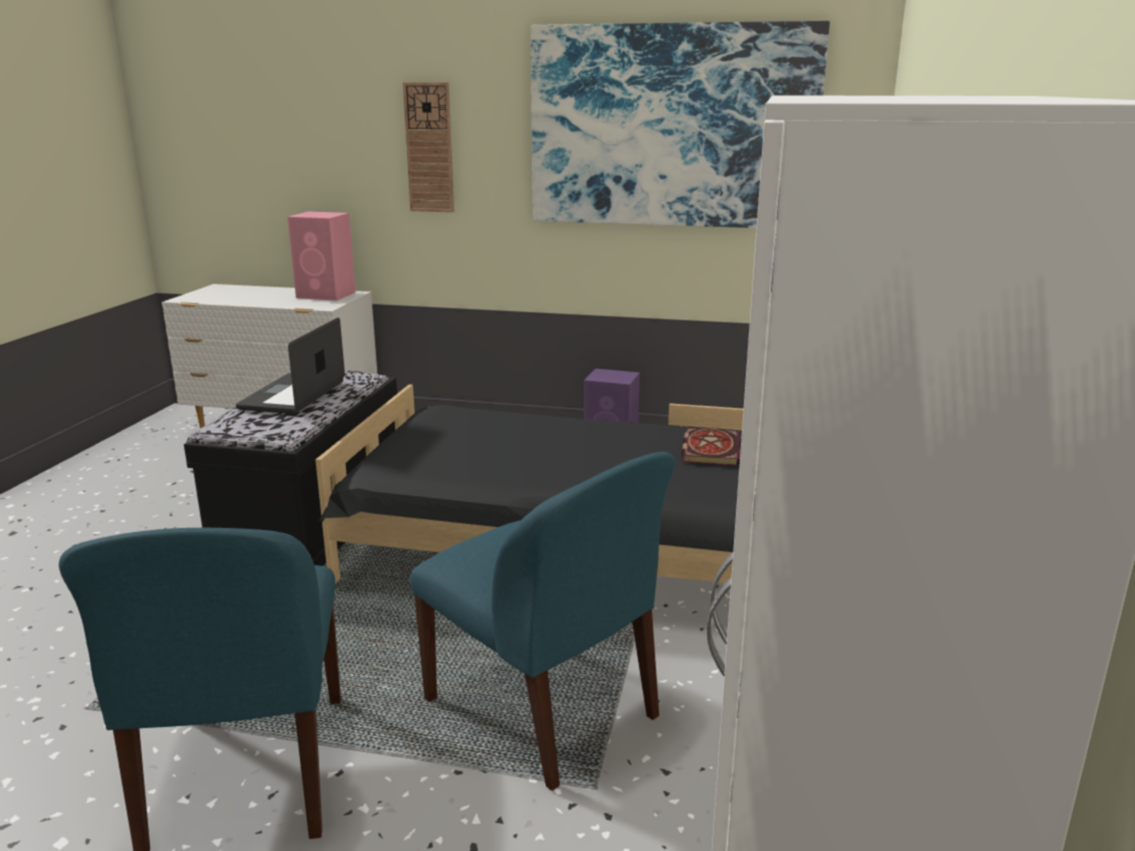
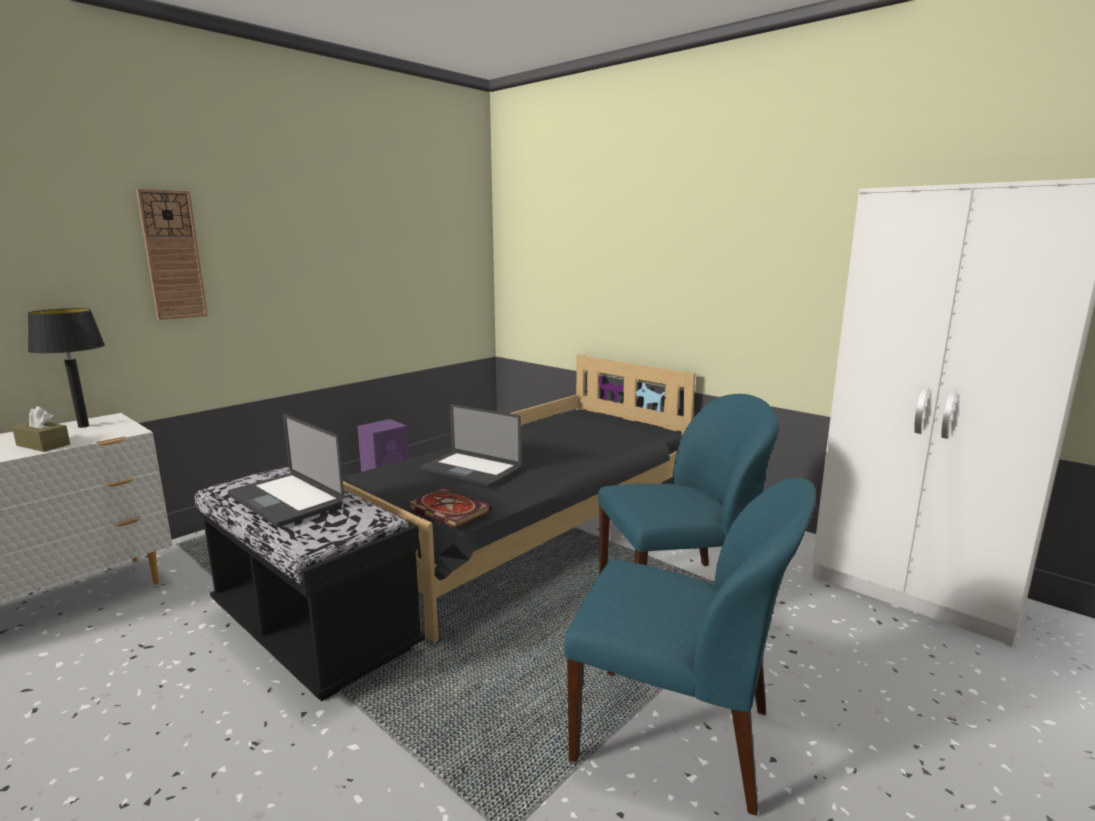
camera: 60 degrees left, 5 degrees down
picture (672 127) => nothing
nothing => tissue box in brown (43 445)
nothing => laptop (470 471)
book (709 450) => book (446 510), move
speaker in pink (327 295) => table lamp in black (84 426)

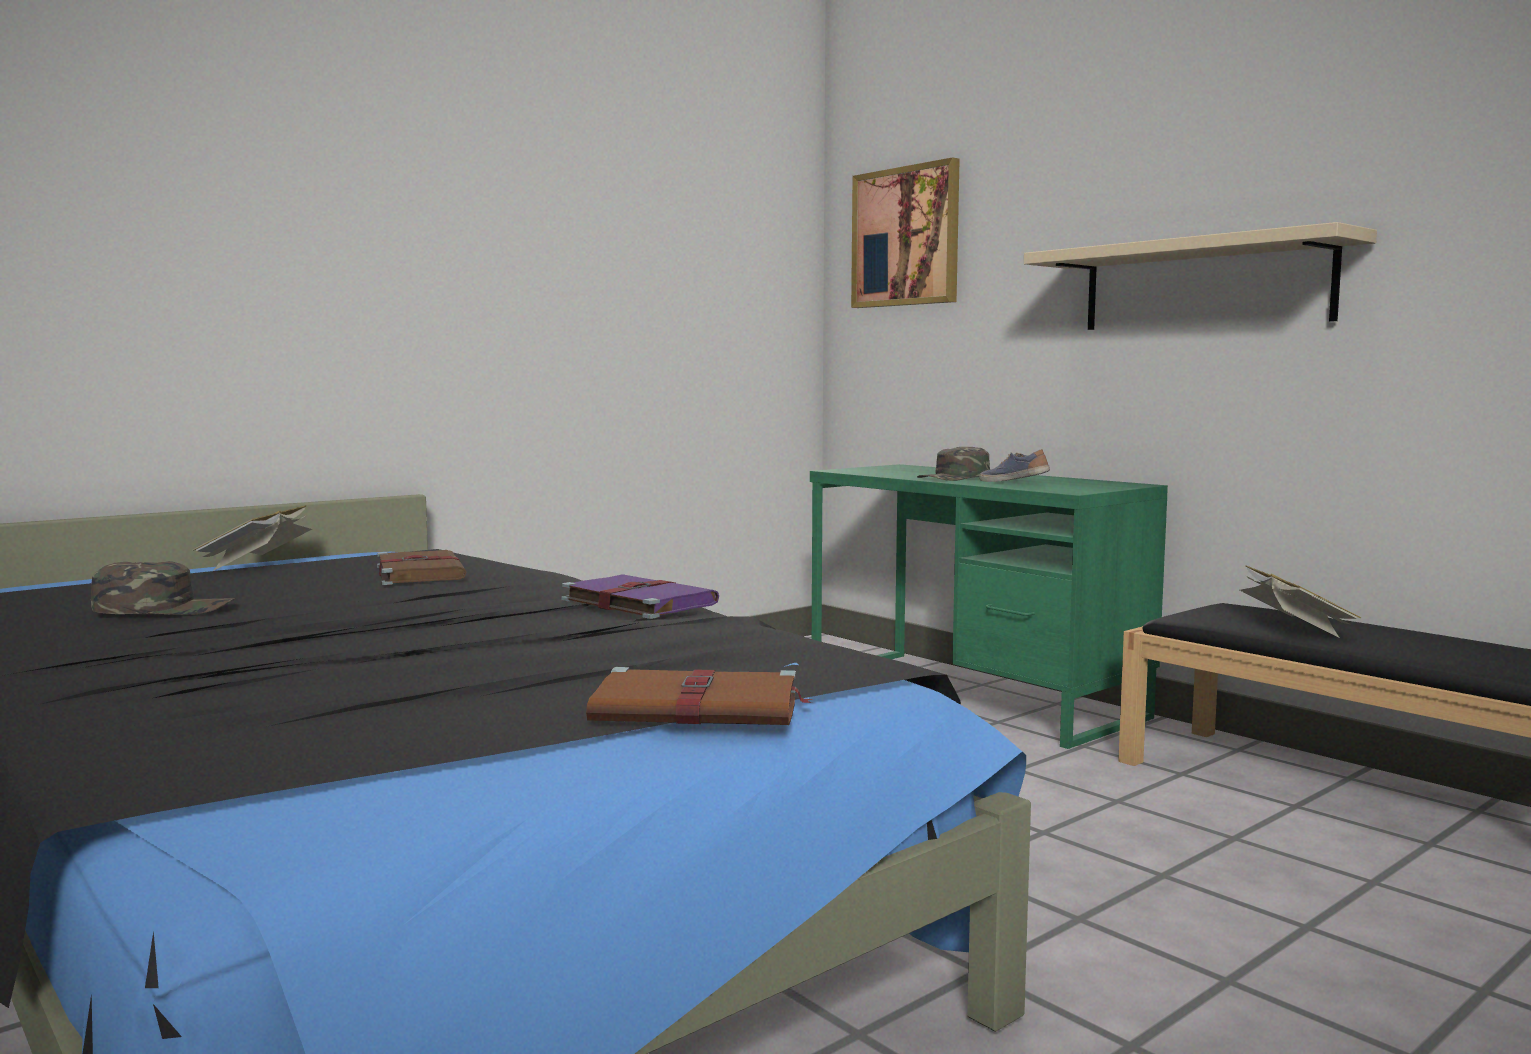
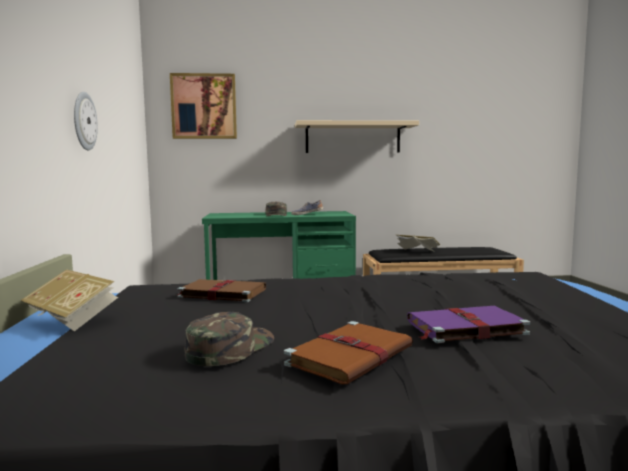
camera: 55 degrees left, 0 degrees up
nothing => wall clock (84 121)
book in purple (636 602) => book in purple (464 327), move
book in brown (700 708) => book in brown (351 355), move

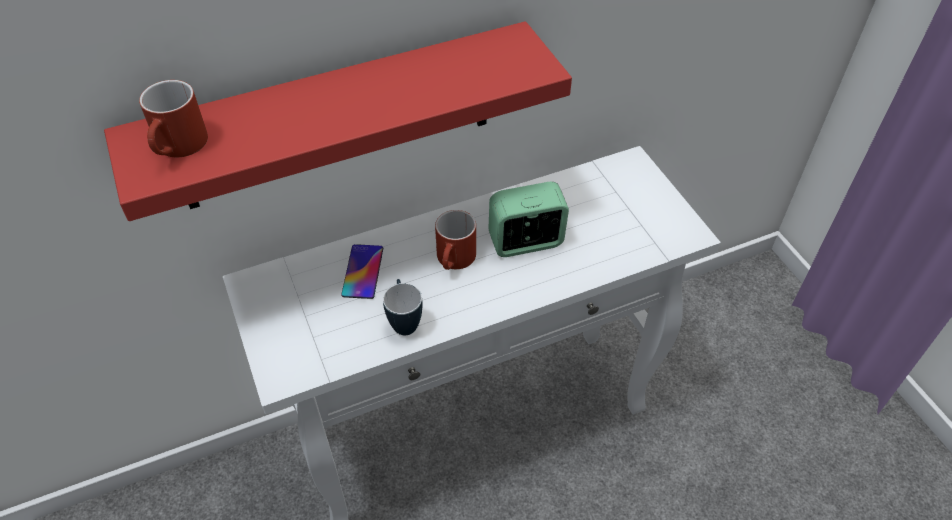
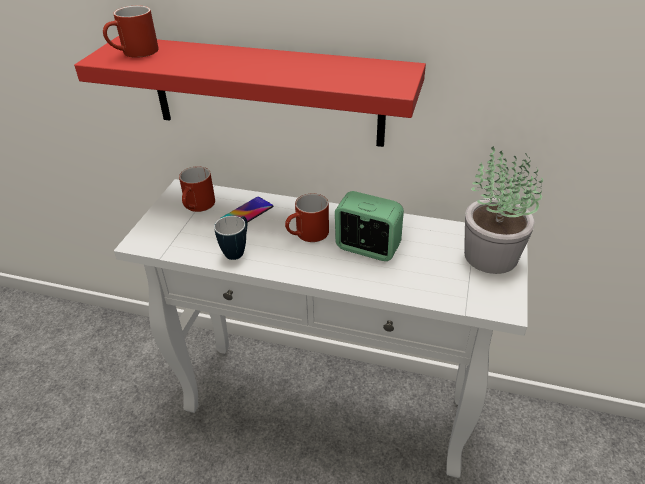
camera: 40 degrees right, 10 degrees down
nothing => mug in red (198 207)
nothing => potted plant (489 256)

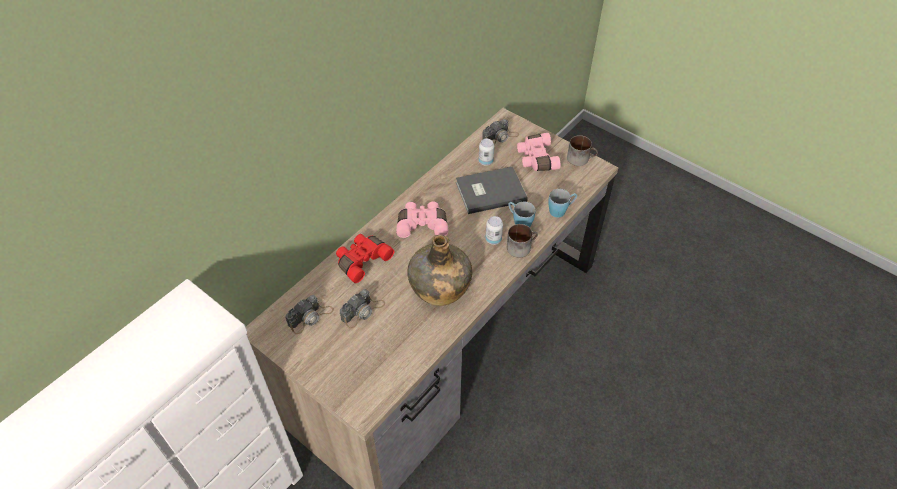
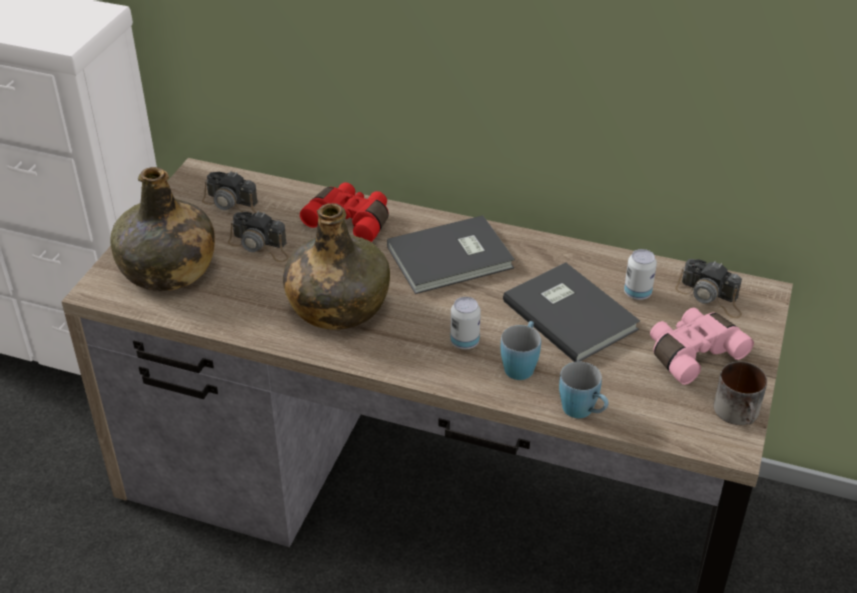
camera: 70 degrees right, 10 degrees down
mug (521 246) => nothing
nothing => bottle in green (168 270)
binoculars in pink (422 224) => book in grey (452 259)

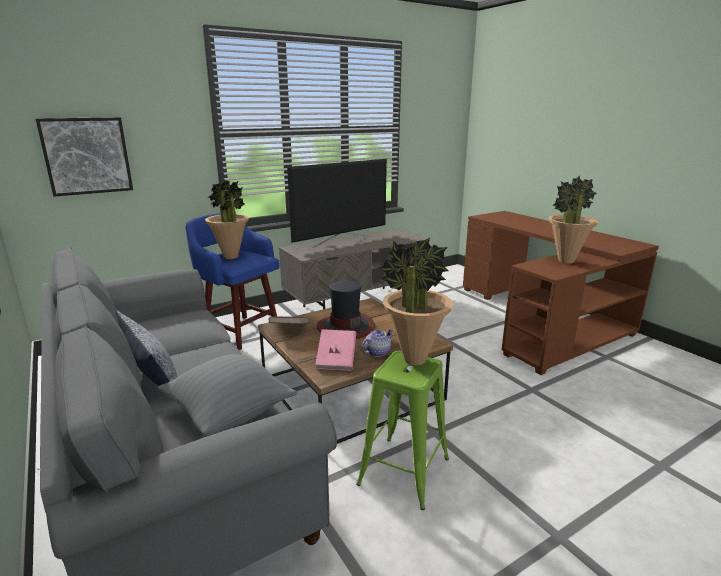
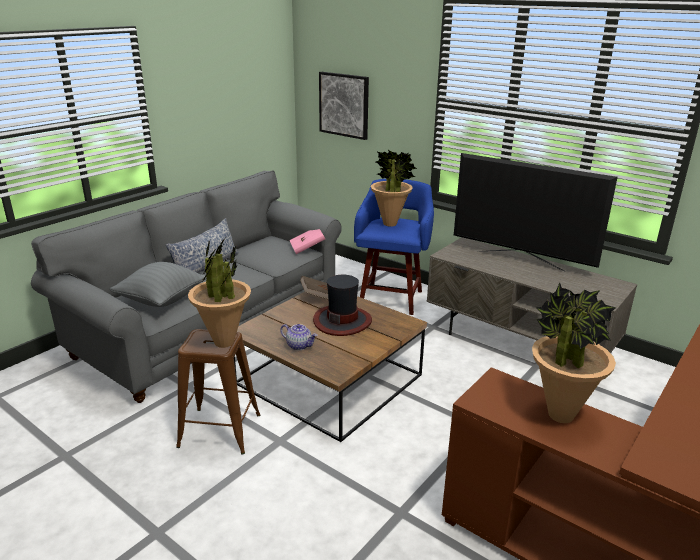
camera: 70 degrees right, 5 degrees up
book in pink (336 360) => book in pink (307 248), move
stool in green (404 471) => stool in brown (220 431)

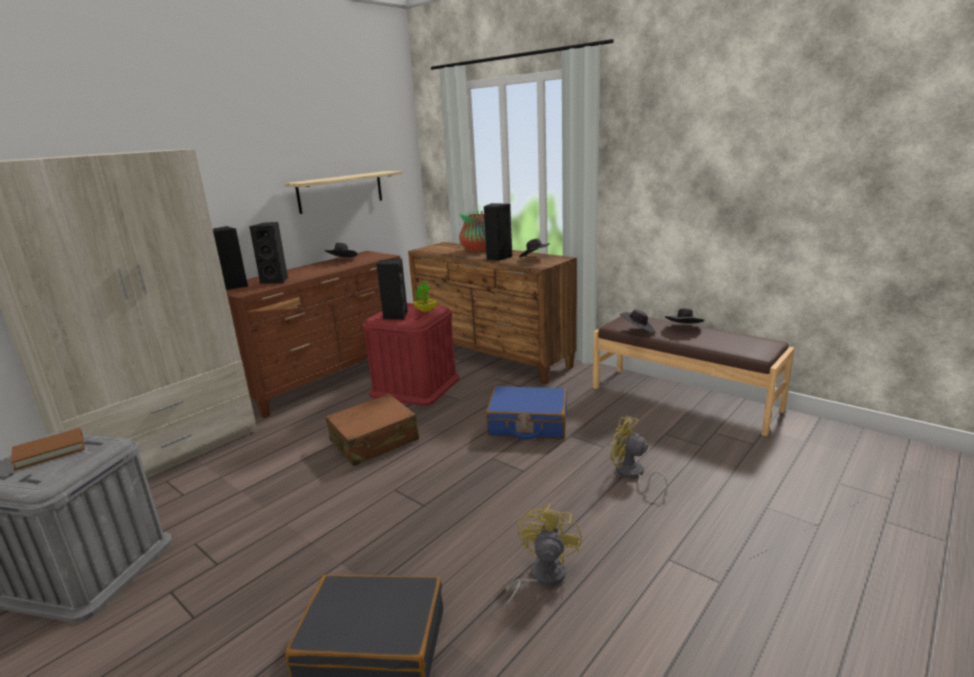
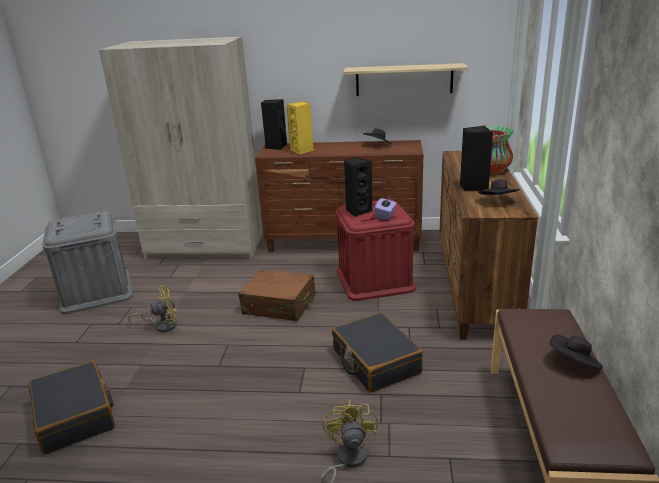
camera: 55 degrees right, 5 degrees up
book in brown (50 451) => nothing
hat in black (638 331) => nothing
fan in yellow (541 577) => fan in yellow (162 325), move
potted plant (425 310) => tissue box in purple (385 216)
speaker in black (276 281) => speaker in yellow (302 150)
suitcase in blue (528 424) => suitcase in black (375 362)

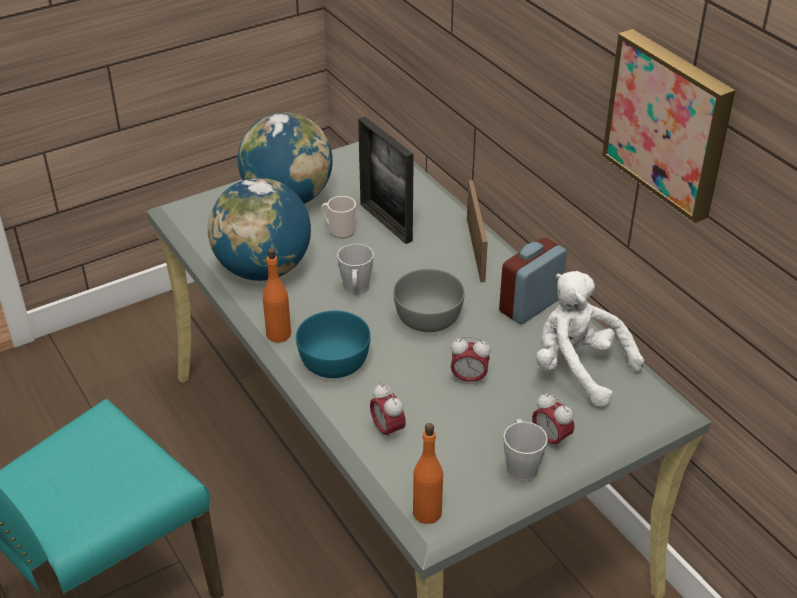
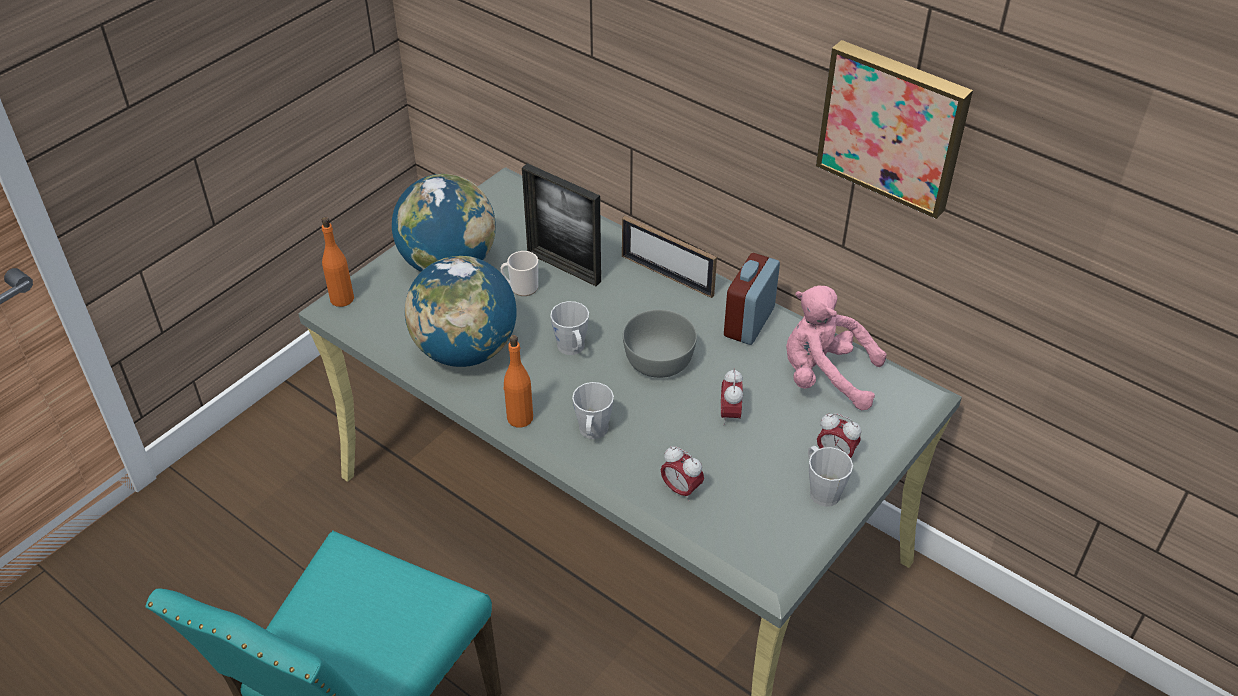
camera: 20 degrees left, 5 degrees up
bottle in orange (427 512) => bottle in orange (342 298), move
bowl in turquoise (335 362) => mug in grey (592 432)
plush toy in white (578 369) => plush toy in pink (824 377)
alarm clock (468 379) => alarm clock (730 415), 105 degrees clockwise
picture frame (475 249) => picture frame (667 275), 150 degrees clockwise

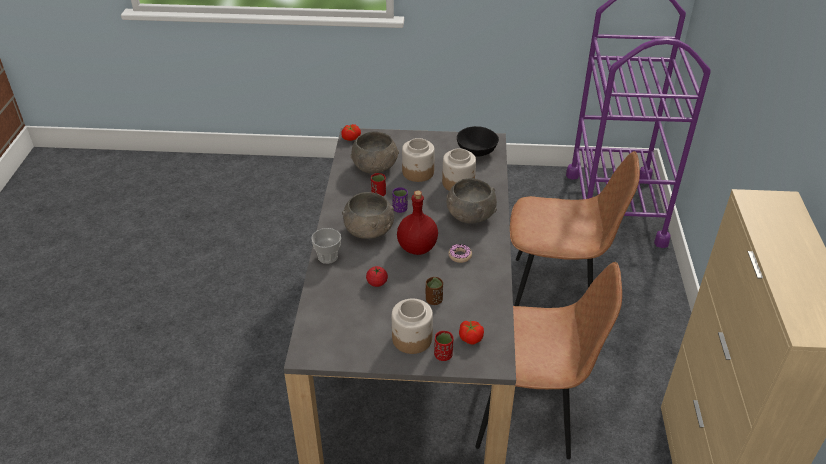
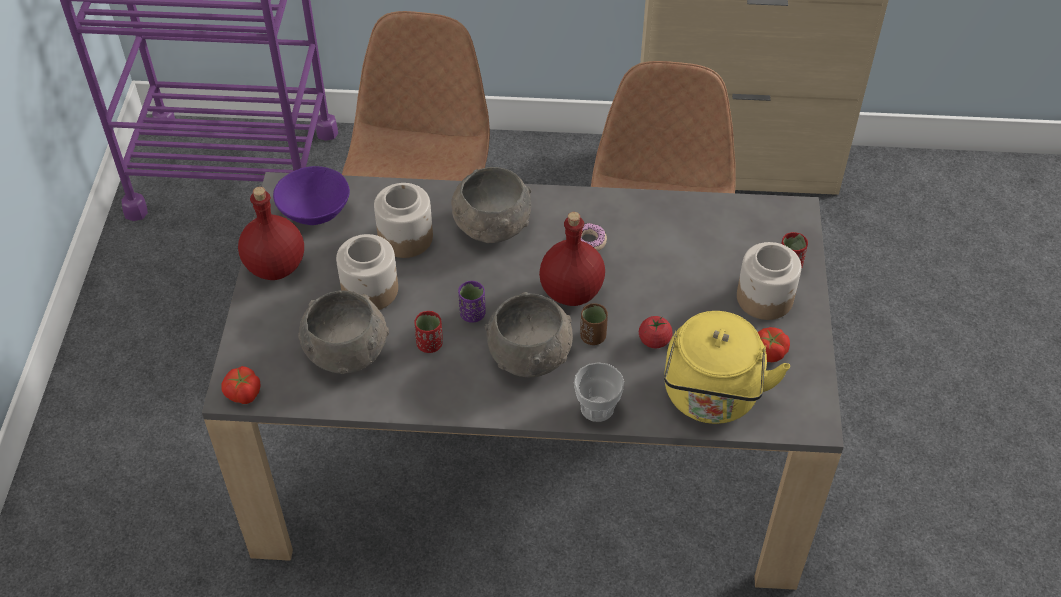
camera: 90 degrees left, 10 degrees up
nothing => bottle in red (276 267)
nothing => kettle in yellow (711 398)
cup in brown (434 300) => cup in brown (593 337), move
tomato (471 337) => tomato (768 352), move
bowl in black (476 151) => bowl in purple (315 211)

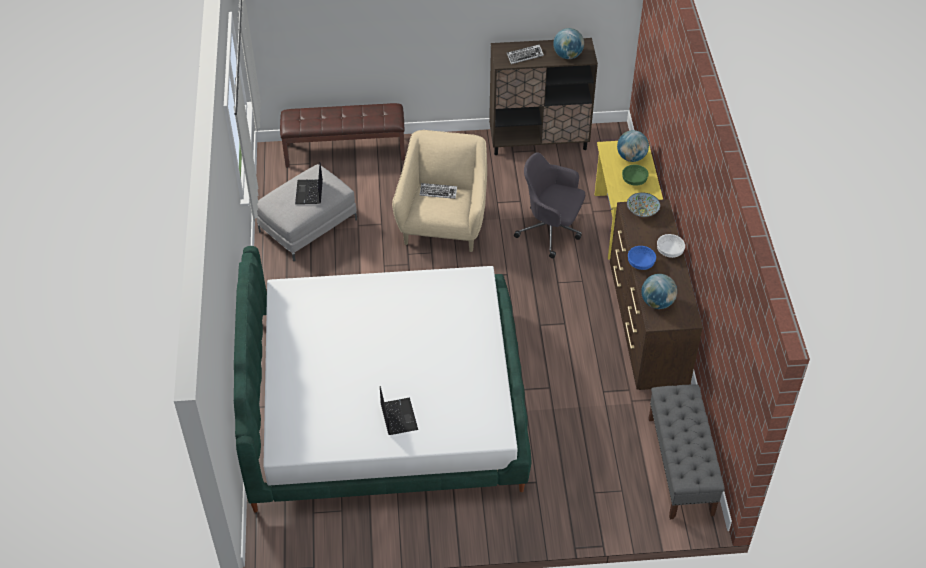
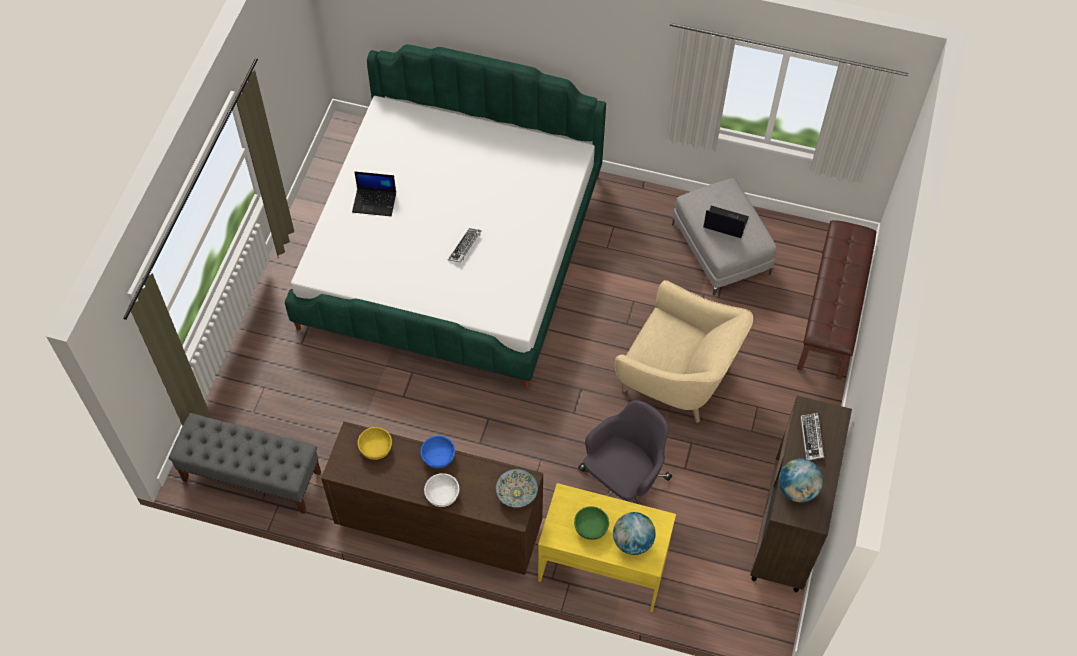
camera: 110 degrees right, 10 degrees up
keyboard (438 192) => keyboard (465 247), move
globe (657 303) => bowl in yellow (375 448)

